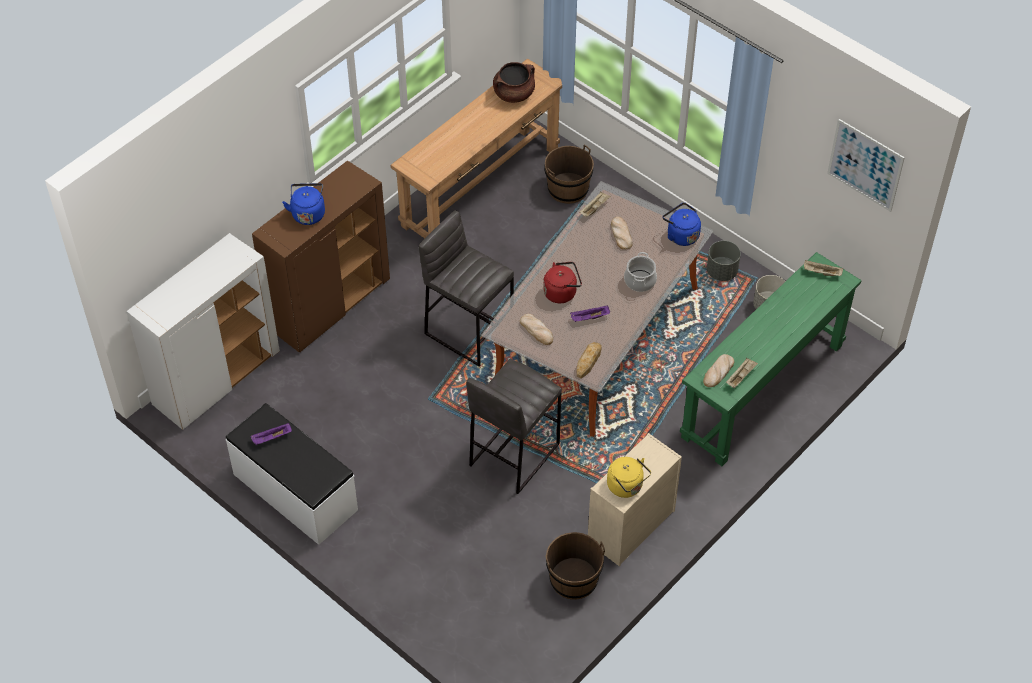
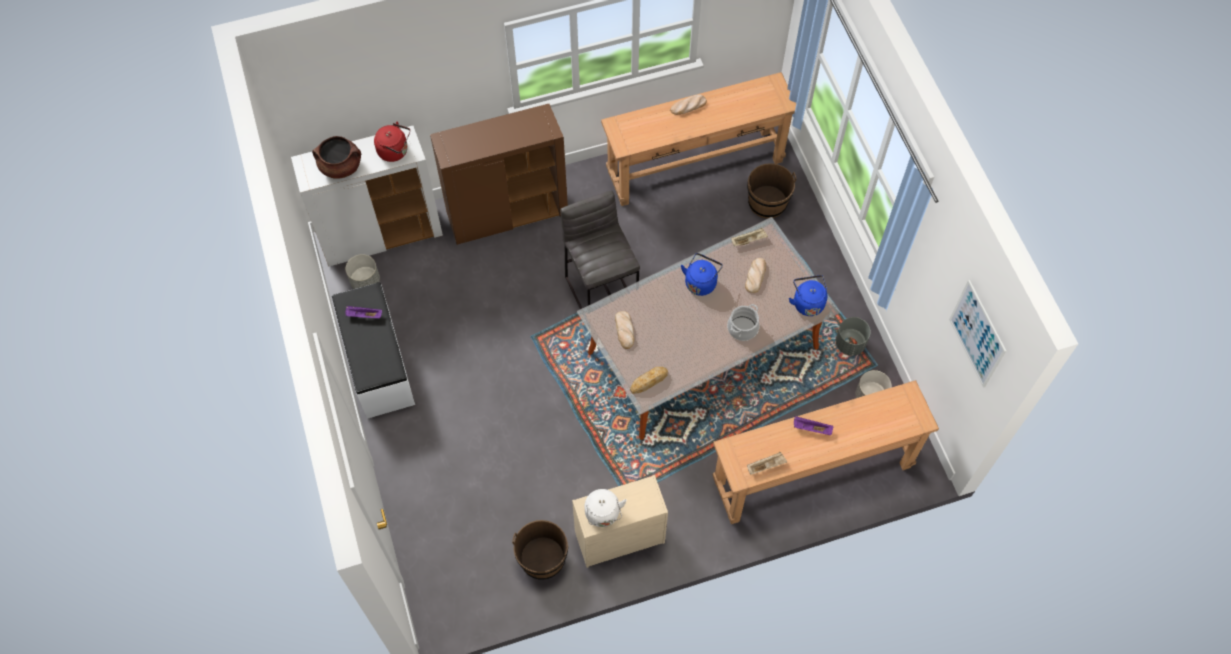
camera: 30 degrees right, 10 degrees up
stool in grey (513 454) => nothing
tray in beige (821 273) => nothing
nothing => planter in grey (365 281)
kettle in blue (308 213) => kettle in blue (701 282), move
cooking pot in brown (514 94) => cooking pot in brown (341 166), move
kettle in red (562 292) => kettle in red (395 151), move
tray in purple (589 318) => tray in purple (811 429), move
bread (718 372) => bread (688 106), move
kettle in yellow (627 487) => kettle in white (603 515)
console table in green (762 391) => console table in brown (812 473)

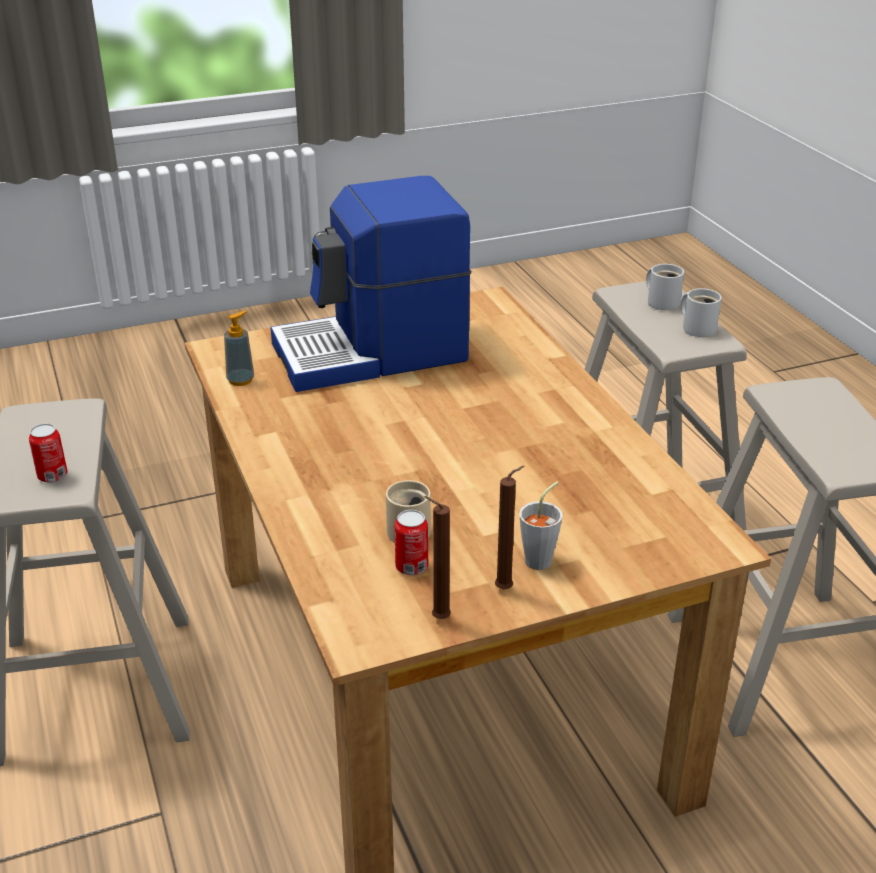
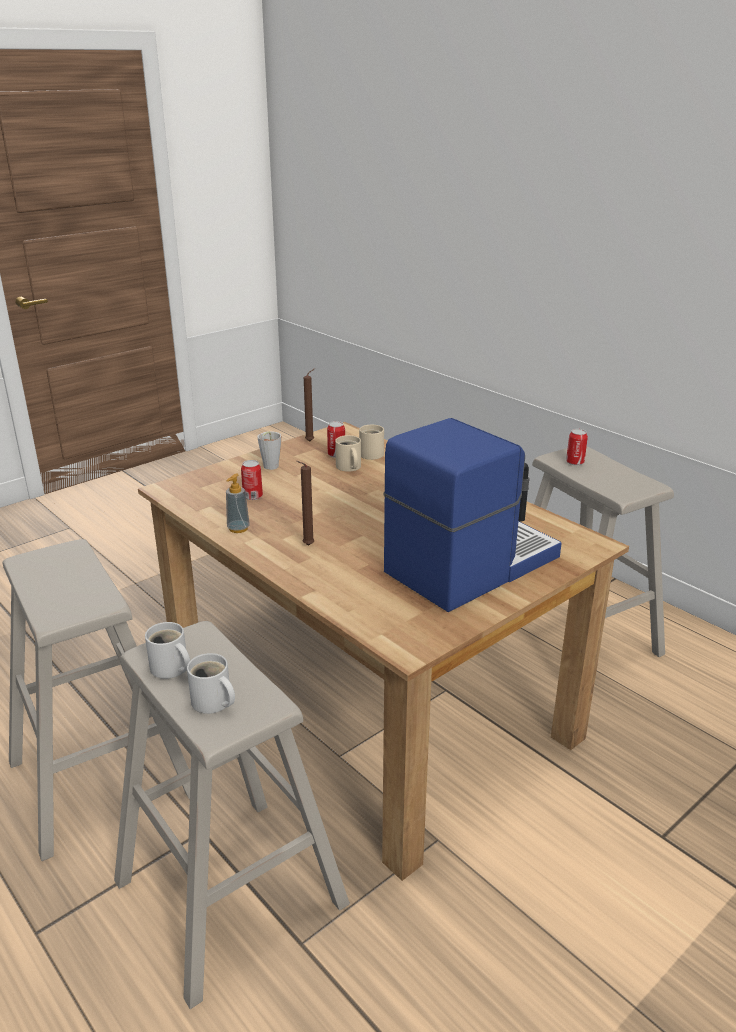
camera: 160 degrees right, 5 degrees down
nothing => can (252 496)
nothing => mug in beige (373 454)
soap dispenser (241 380) => soap dispenser (238 528), move
candle in brown (506 589) => candle in brown (306 545), move

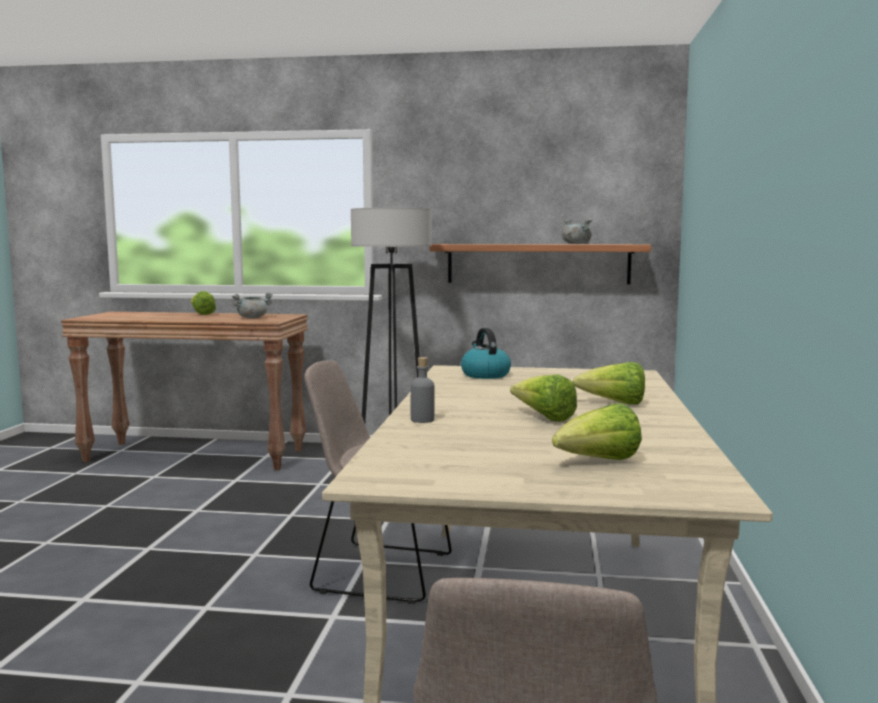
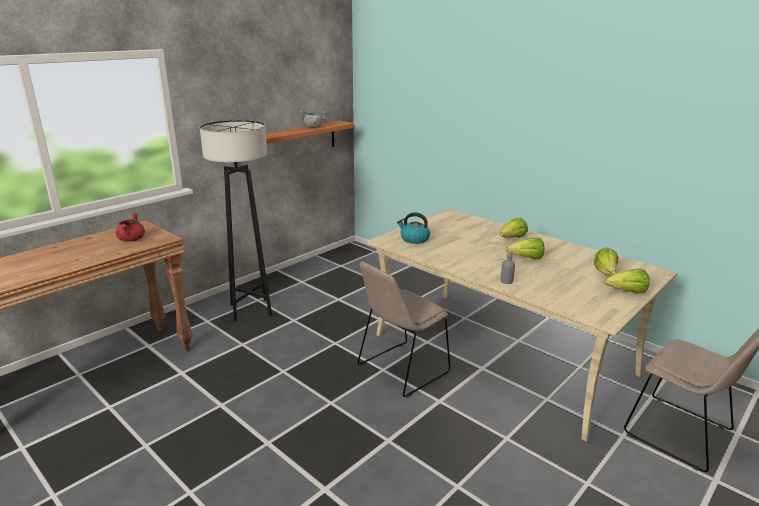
camera: 55 degrees left, 15 degrees up
lettuce (201 314) => lettuce (626 292), move
cooking pot in grey (252 318) => cooking pot in red (131 239)

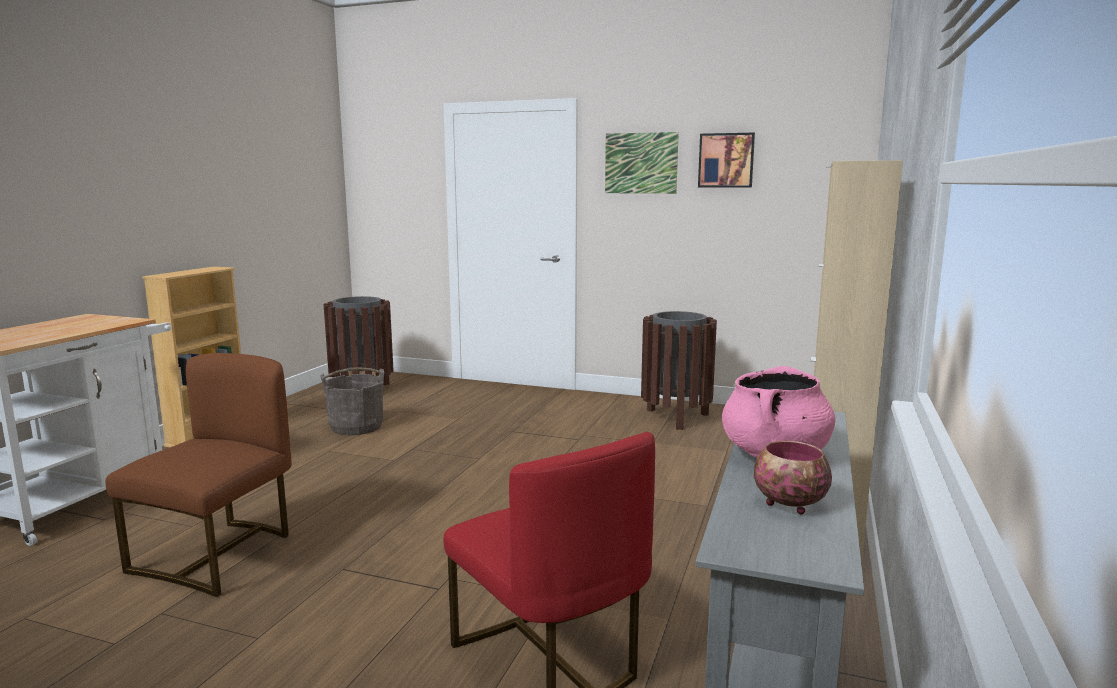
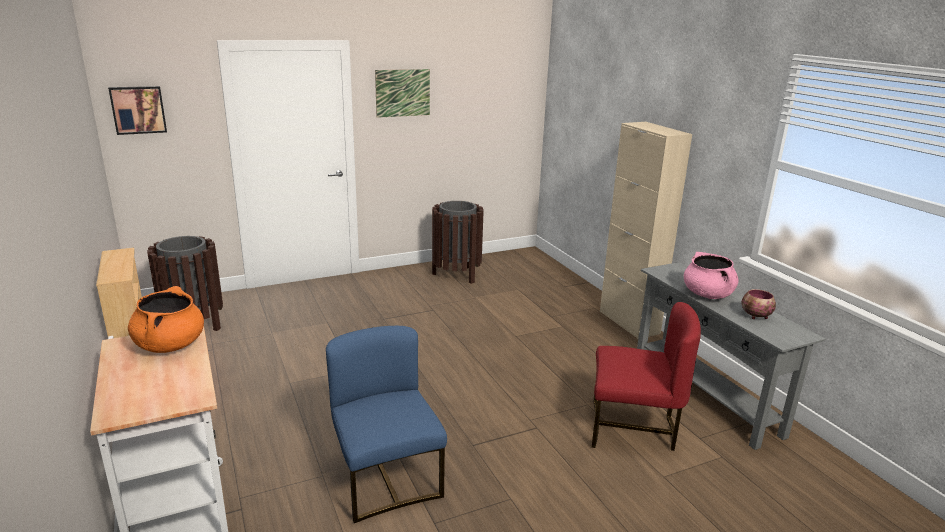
camera: 45 degrees left, 10 degrees up
bucket in grey (356 427) => nothing
nothing => cooking pot in orange (170 345)
picture (726 160) => picture (138 109), move
chair in brown (218 555) => chair in blue (386 479)

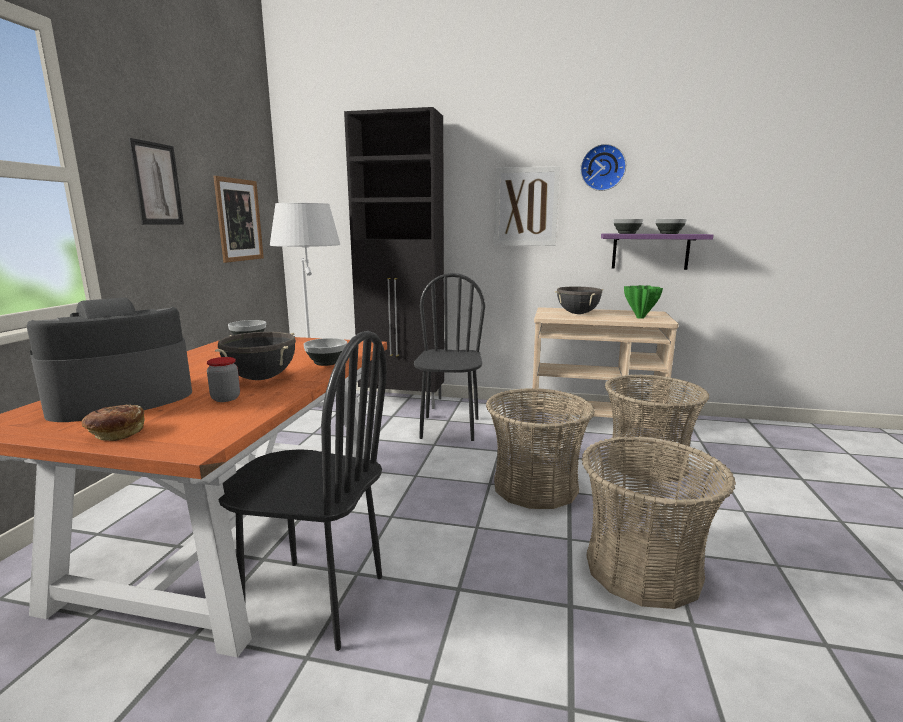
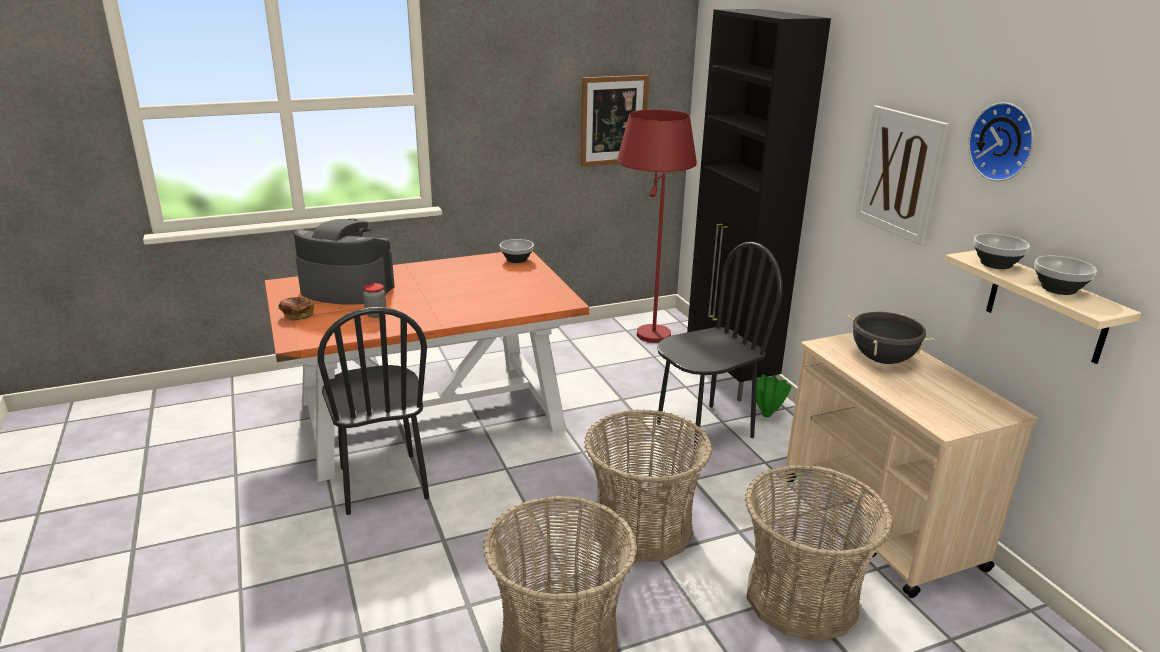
camera: 55 degrees right, 10 degrees up
picture (157 184) => nothing
cooking pot in black (261 378) => nothing
bowl (326 362) => nothing
vase in green (641 317) => vase in green (766 415), move
floor lamp in white (317 407) => floor lamp in red (646 342)
shelf in purple (650 251) => shelf in beige (1047 307)

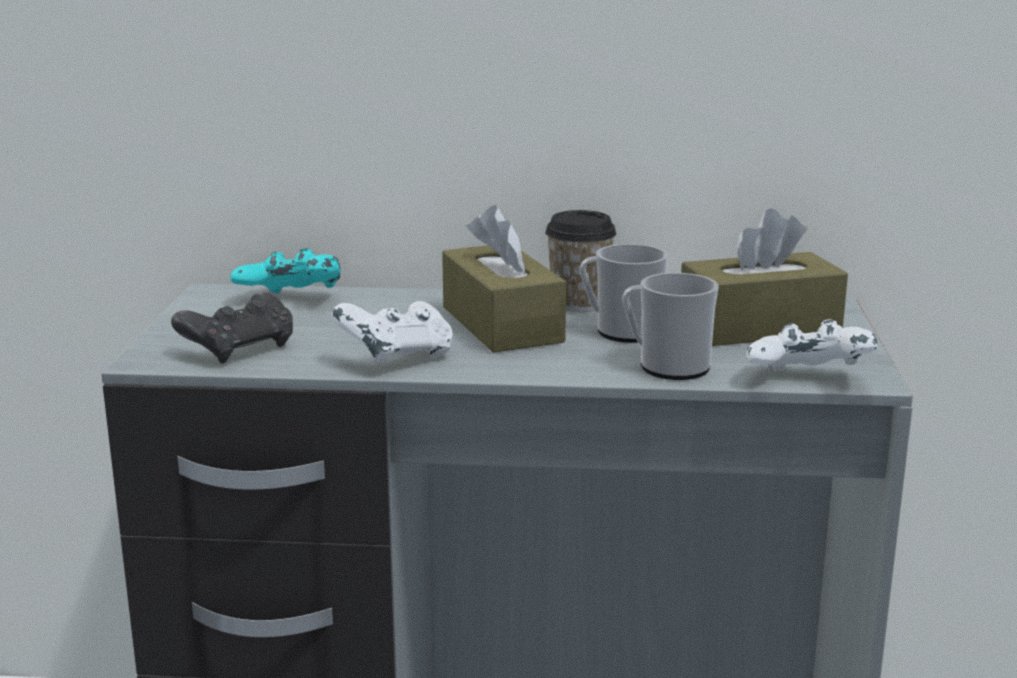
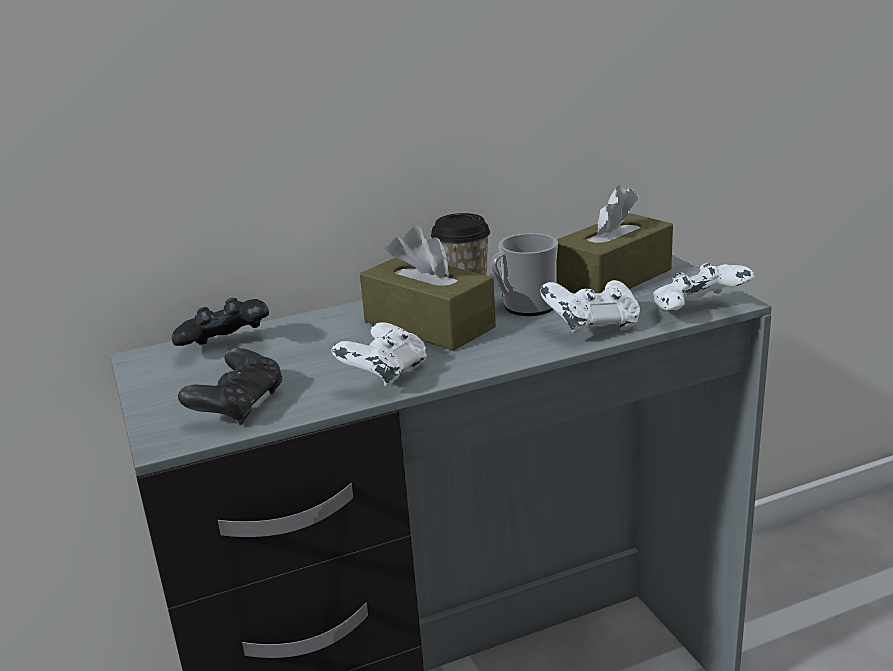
camera: 25 degrees left, 5 degrees up
mug (666 367) => game controller in white (592 328)
game controller in turquoise (291 301) => game controller in black (226 348)

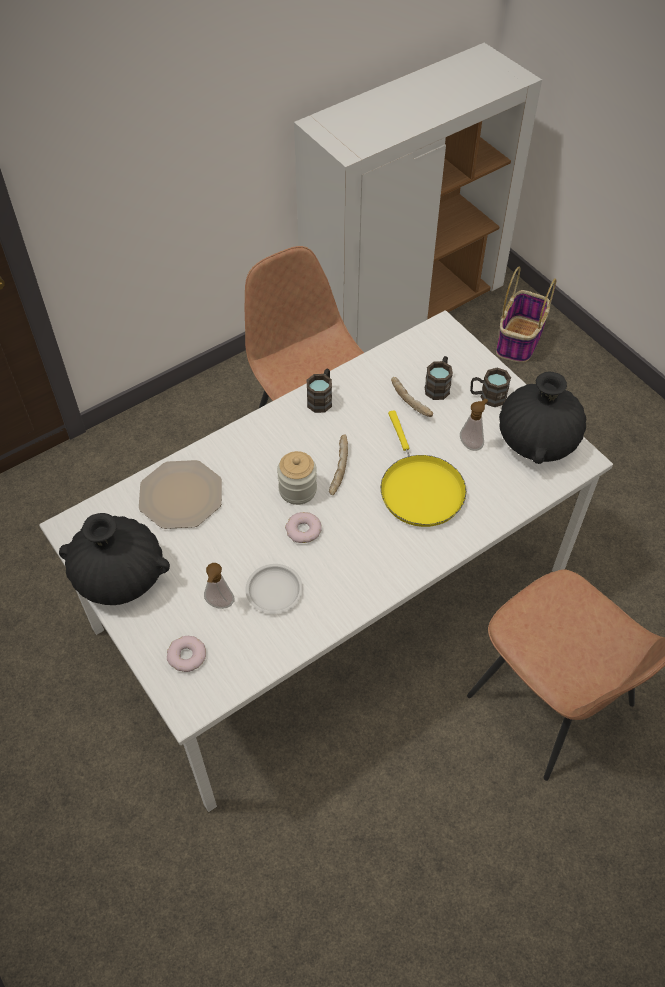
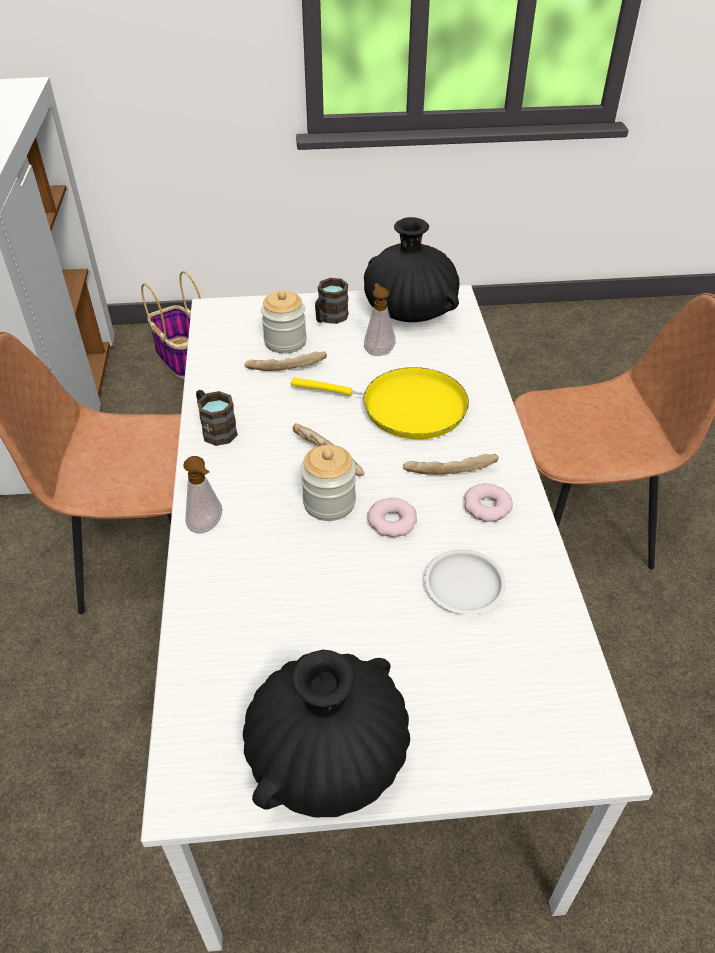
camera: 60 degrees left, 10 degrees down
plate (180 495) => nothing
nothing => bread (449 469)
donut (186 656) => donut (487 507), move
soap dispenser (219 605) => soap dispenser (208 527), move
mug in brown (438 386) => jar (285 341)

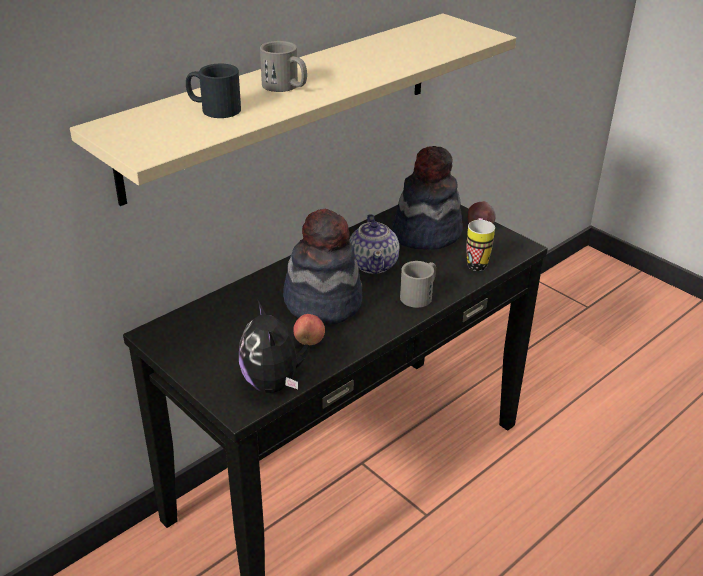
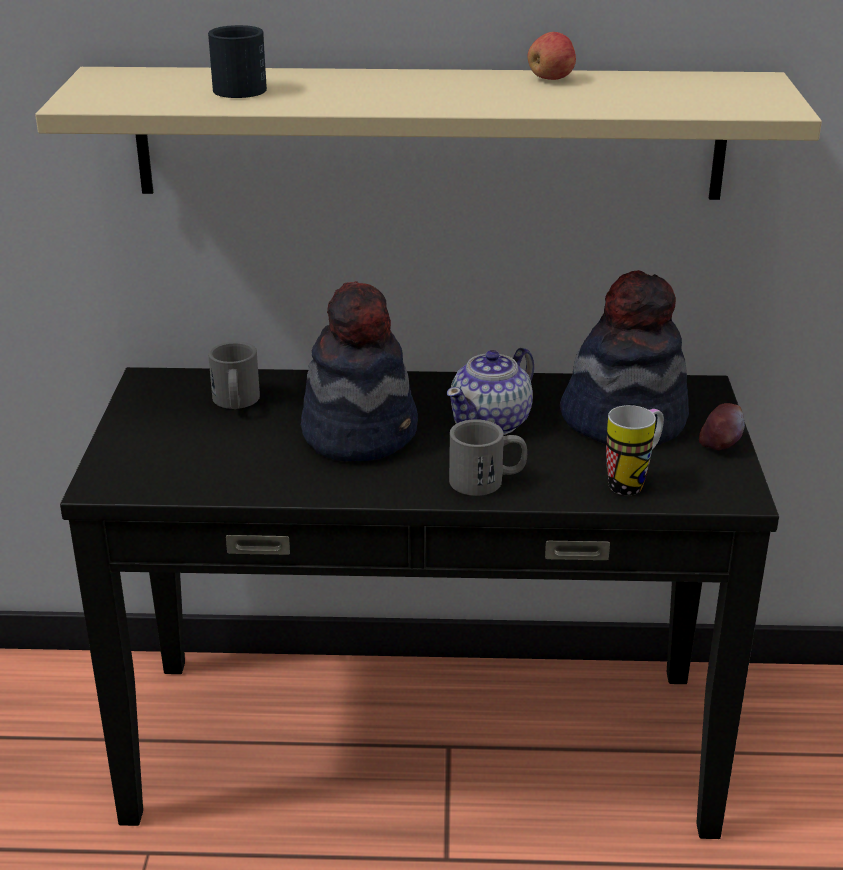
camera: 45 degrees right, 5 degrees down
plush toy (274 383) => nothing
mug in grey (286 87) => mug in grey (236 403), move
apple (309 341) => apple (551 79), move

